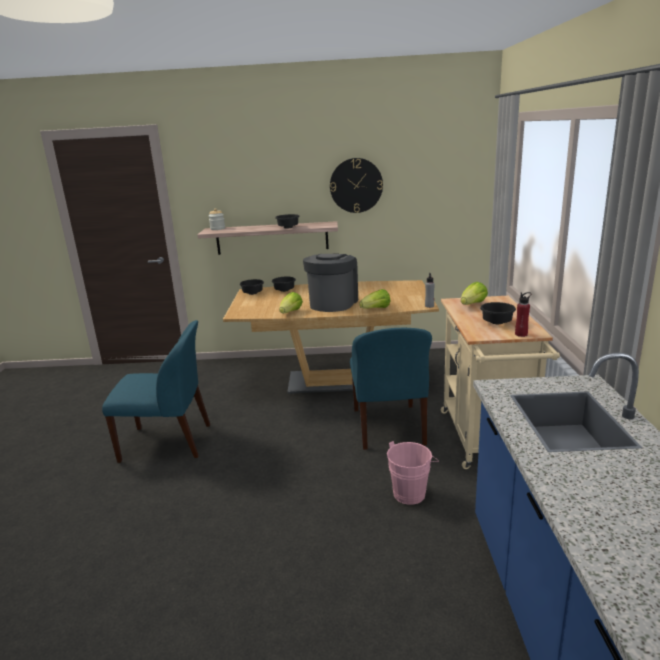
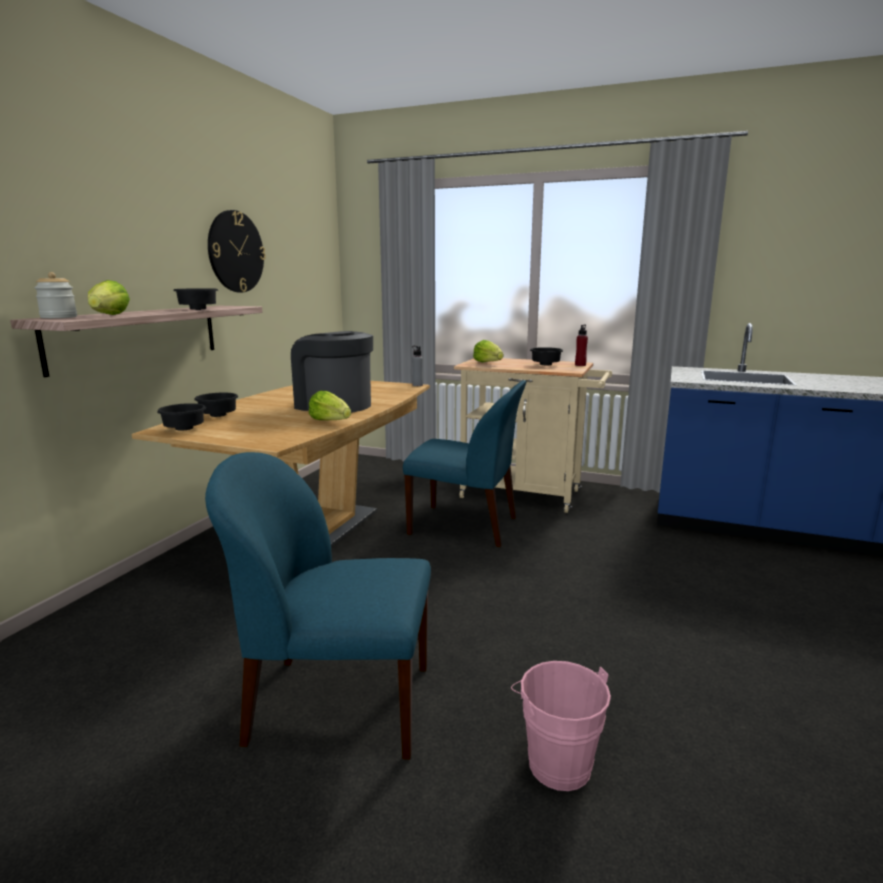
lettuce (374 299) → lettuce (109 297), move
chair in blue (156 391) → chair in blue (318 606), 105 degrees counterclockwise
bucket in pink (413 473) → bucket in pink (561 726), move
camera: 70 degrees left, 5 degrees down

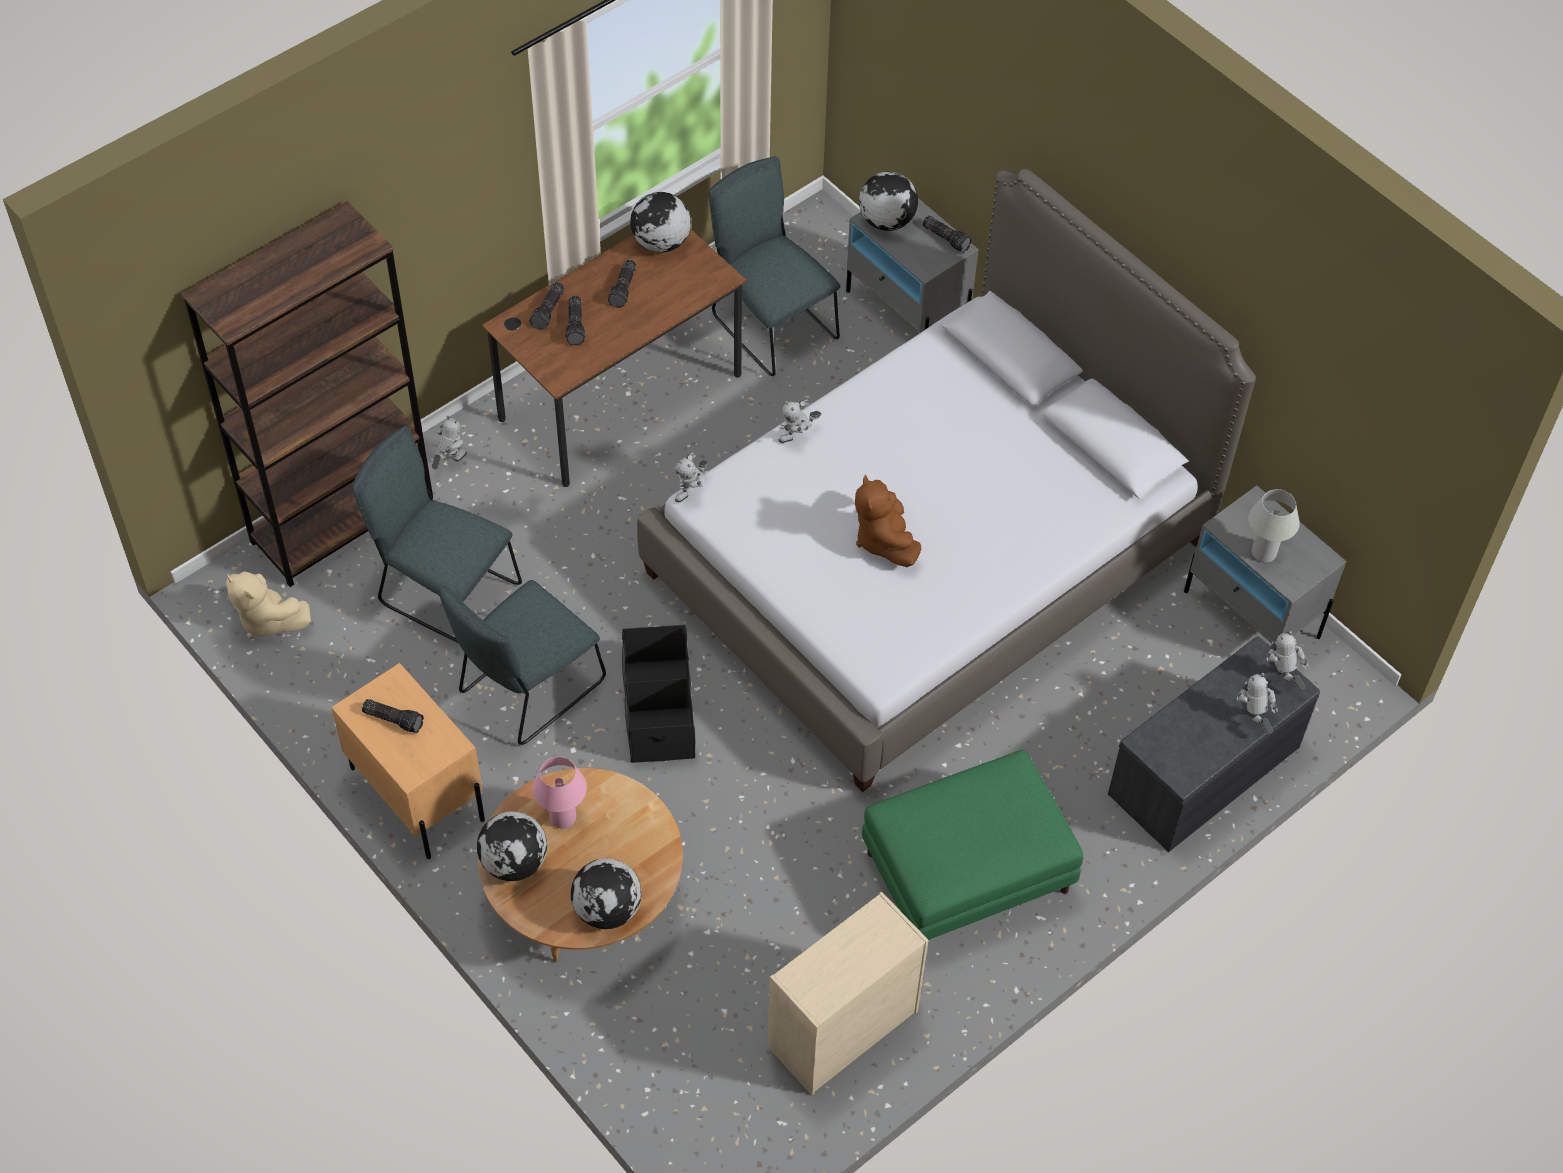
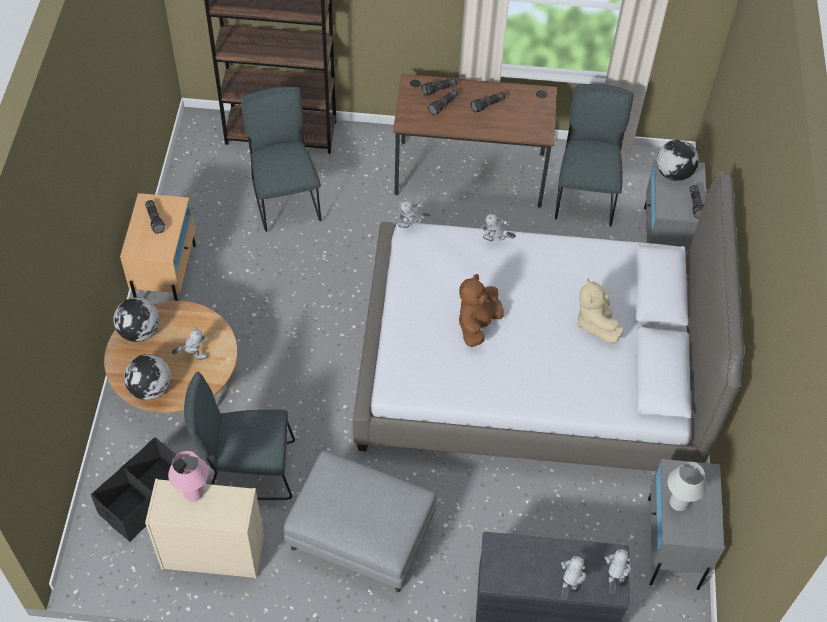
globe (660 222) → -
toy robot (449 442) → toy robot (190 343), move
plush toy in beige (268 605) → plush toy in beige (599 310), move
chair in grey (522 662) → chair in grey (239 436), move
storage box in black (658 694) → storage box in black (139 489), move
ottoman in green (972 845) → ottoman in grey (360 521)
table lamp in pink (559 792) → table lamp in pink (188 476), move
camera: 45 degrees right, 0 degrees up

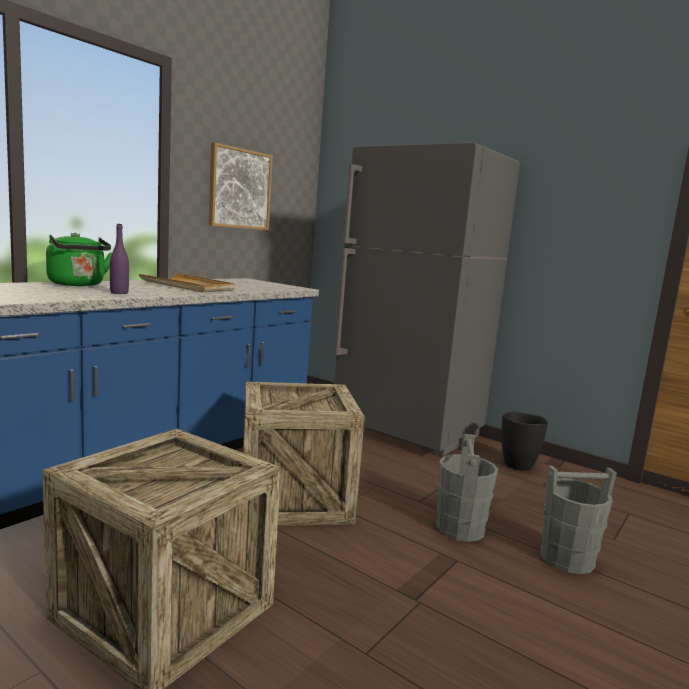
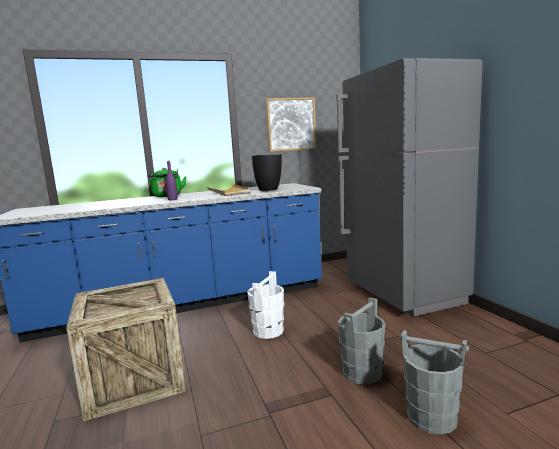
crate (304 453) → bucket in white (265 305)
vase in black (524 441) → vase in black (267 172), move
camera: 35 degrees right, 0 degrees up

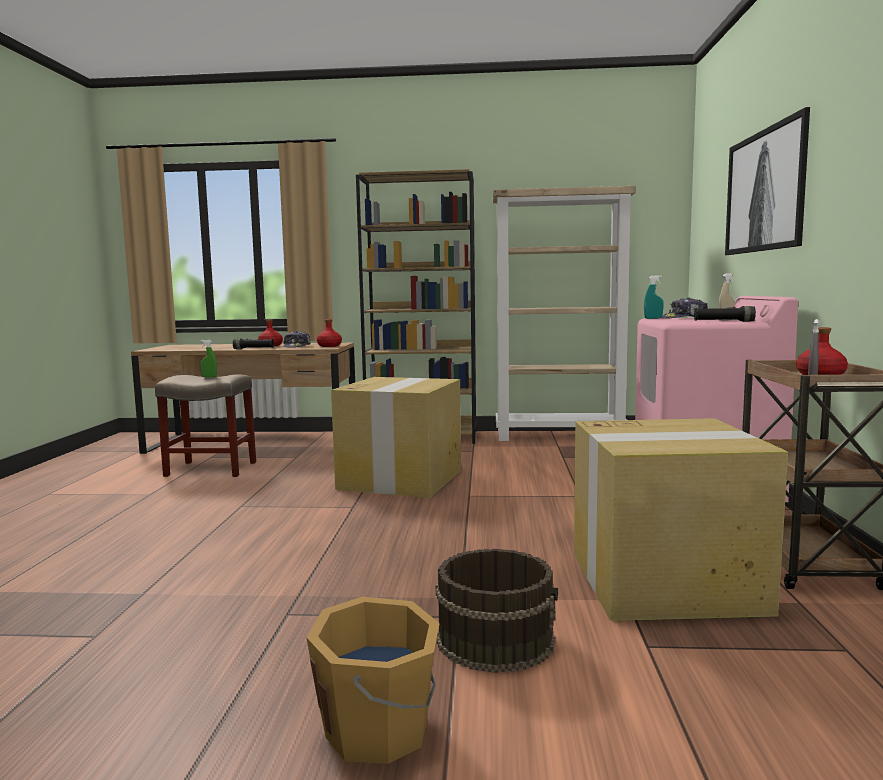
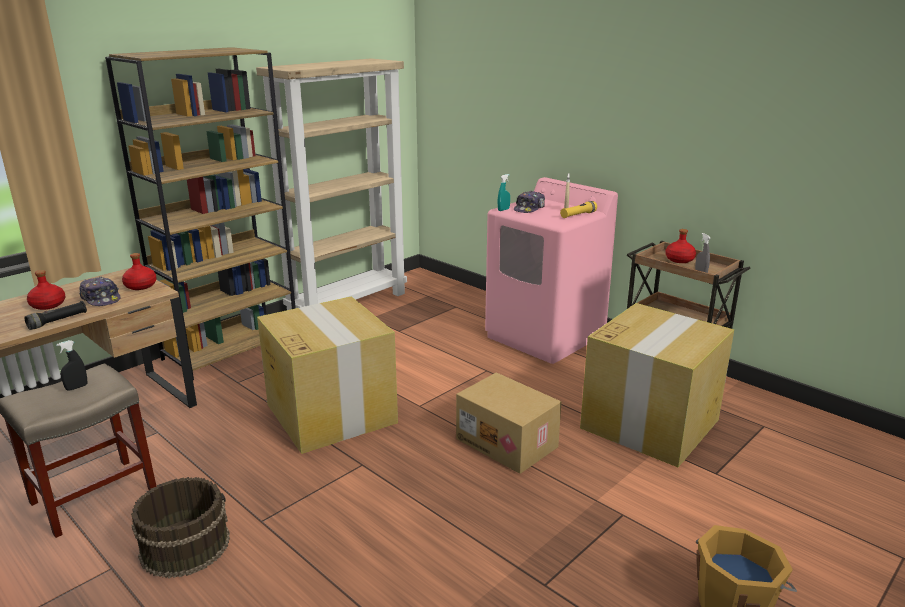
picture (767 181) → -
flashlight in black (725 314) → flashlight in yellow (578 209)
spray bottle in green (209 358) → spray bottle in black (71 365)
bucket in brown (496 611) → bucket in brown (180 528), move
- → cardboard box (508 423)
camera: 50 degrees left, 15 degrees up

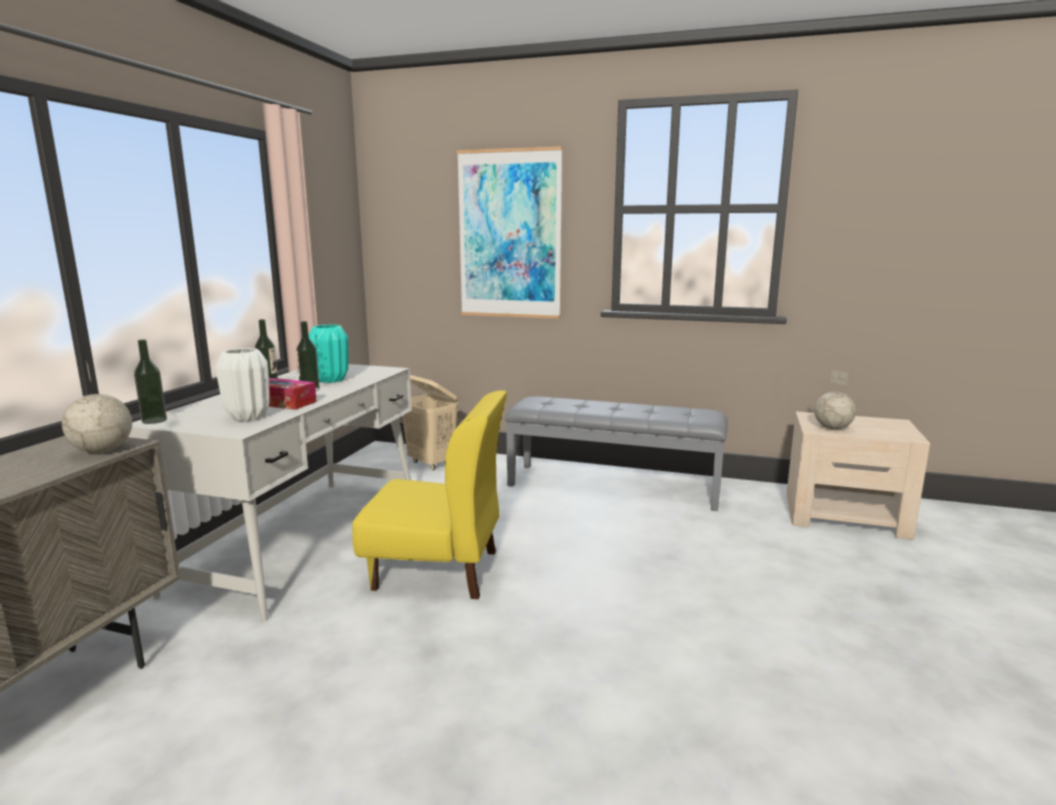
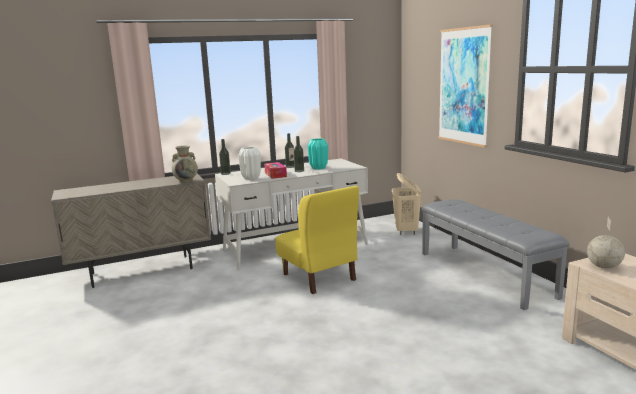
globe (97 407) → vase in beige (185 164)
camera: 50 degrees right, 0 degrees up

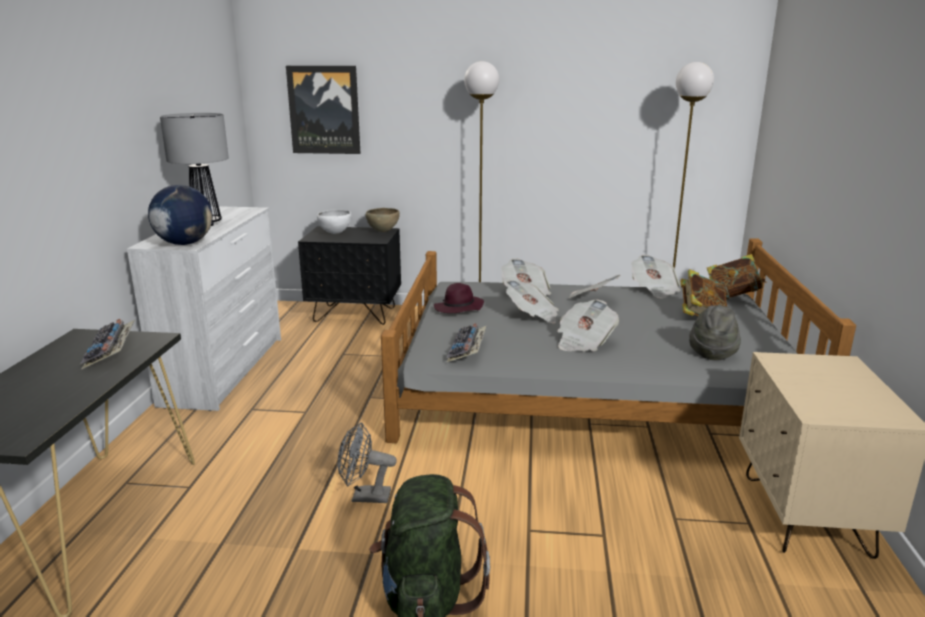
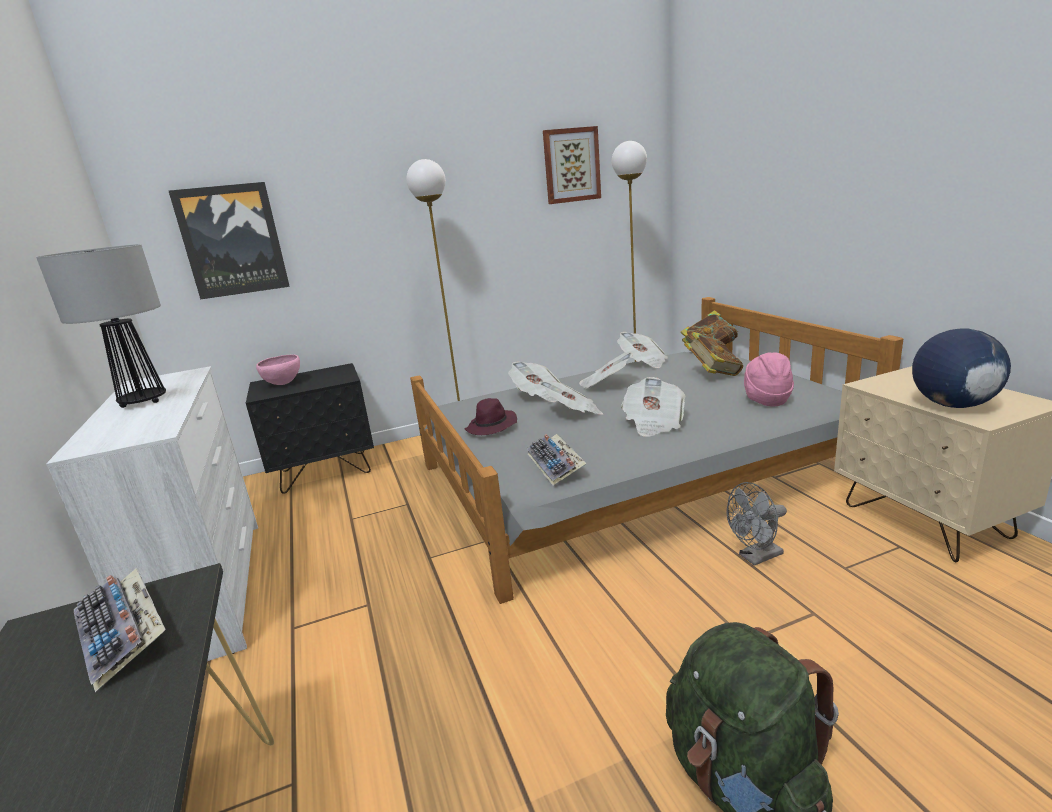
globe (180 215) → globe (961 368), move
bowl in brown (383 220) → -
bowl in white (334 222) → bowl in pink (278 369)
hat in grey (715 333) → hat in pink (769 379)
fan in grey (367 462) → fan in grey (757 524), move
- → picture (572 165)
camera: 25 degrees left, 0 degrees up

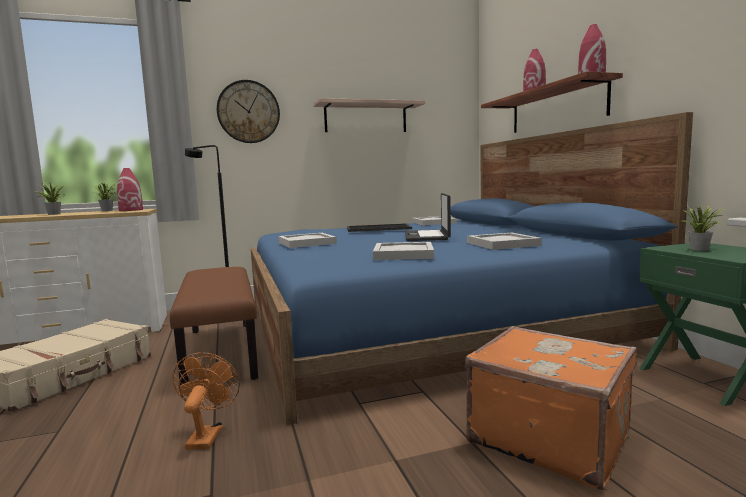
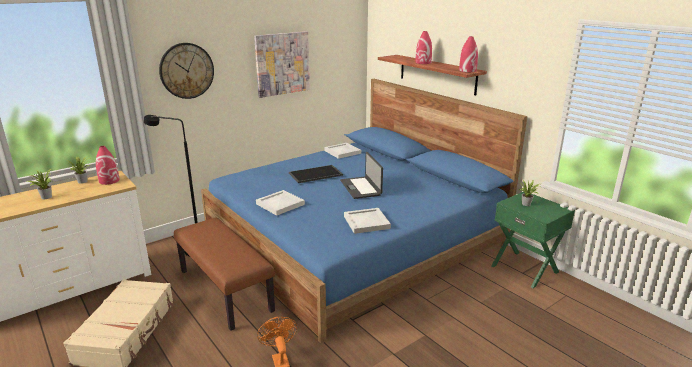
shelf (369 115) → picture (282 64)
tray in white (504 241) → -
suitcase in orange (551 408) → -
camera: 20 degrees left, 15 degrees up

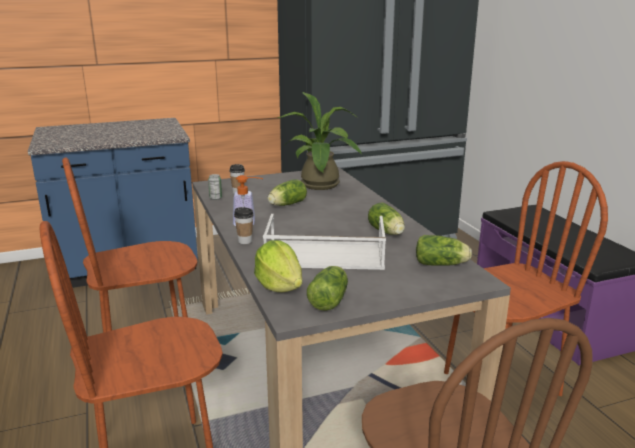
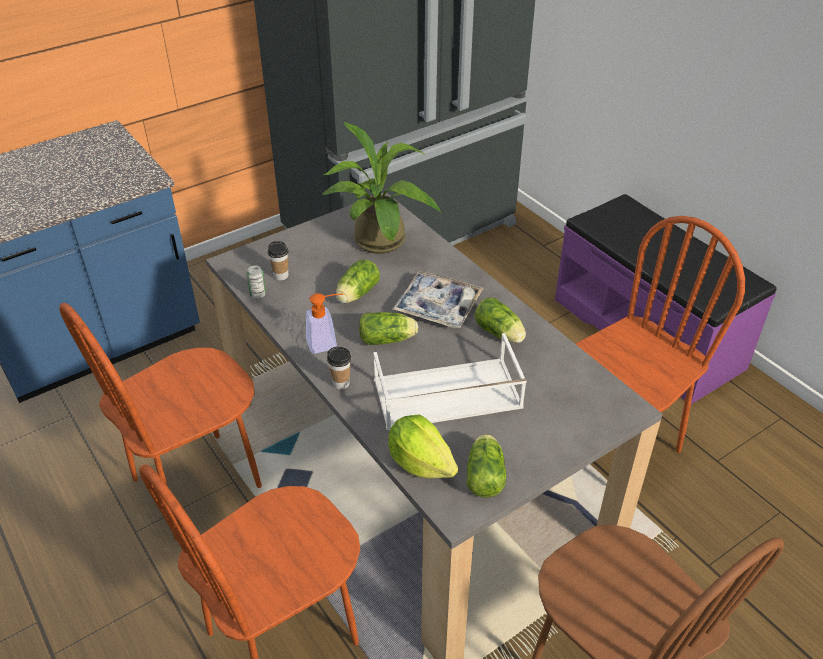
lettuce (444 250) → lettuce (388 328), move
- → tray (438 299)
camera: 15 degrees left, 20 degrees up

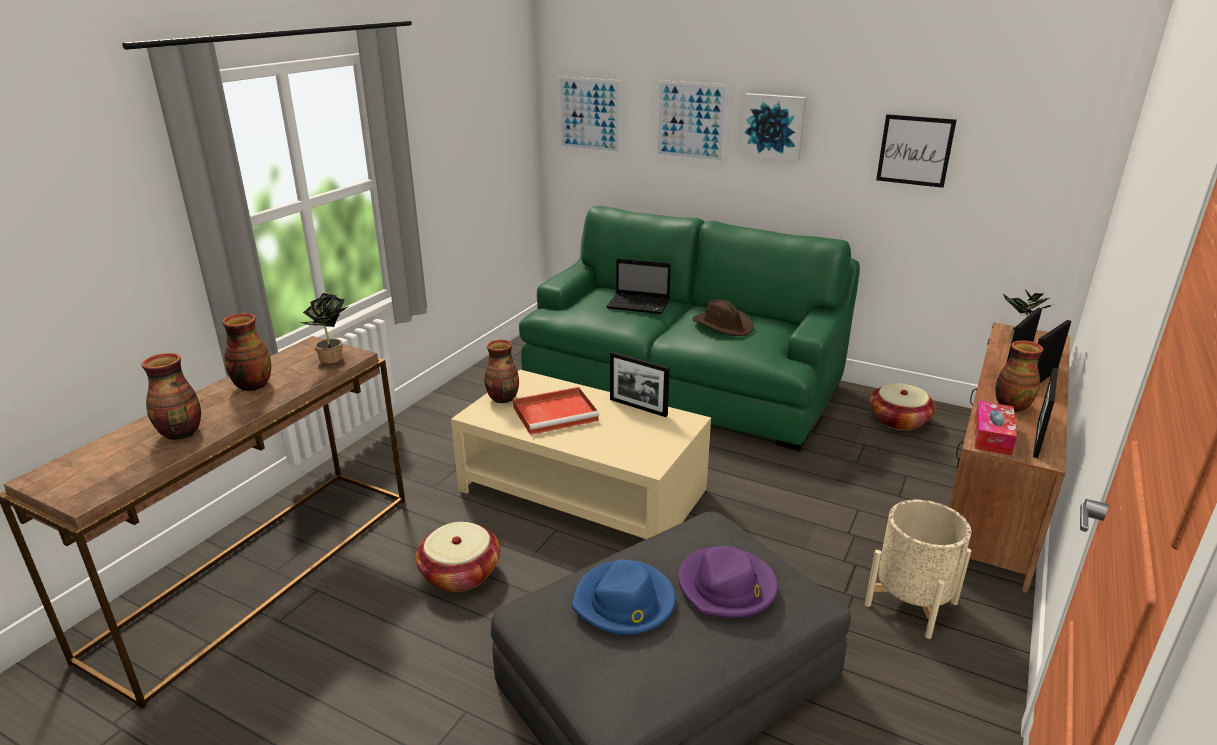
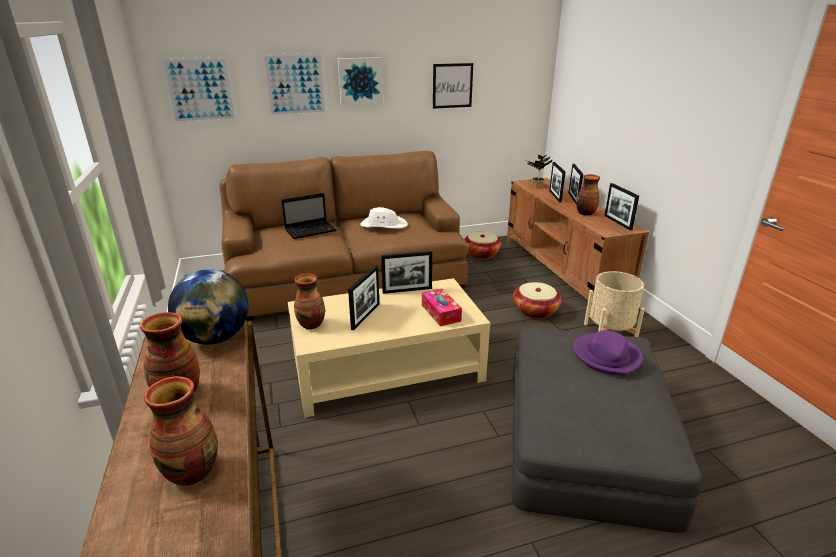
sofa in green (689 328) → sofa in brown (343 236)
potted plant (324 328) → globe (208 307)
hat in brown (723 317) → hat in white (384 218)
tray in red (556 411) → picture frame (363 298)
tissue box (995 428) → tissue box (442 307), move
basket (458 557) → basket (537 300), move
hat in blue (624 597) → -
camera: 45 degrees left, 0 degrees up

